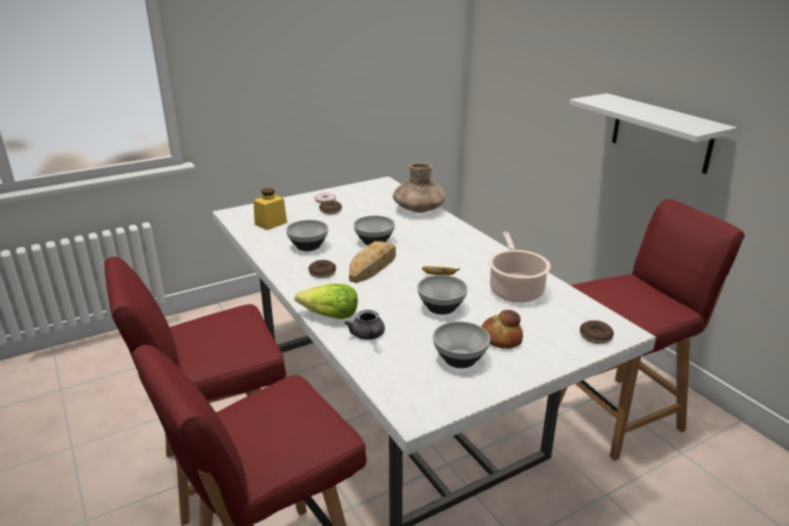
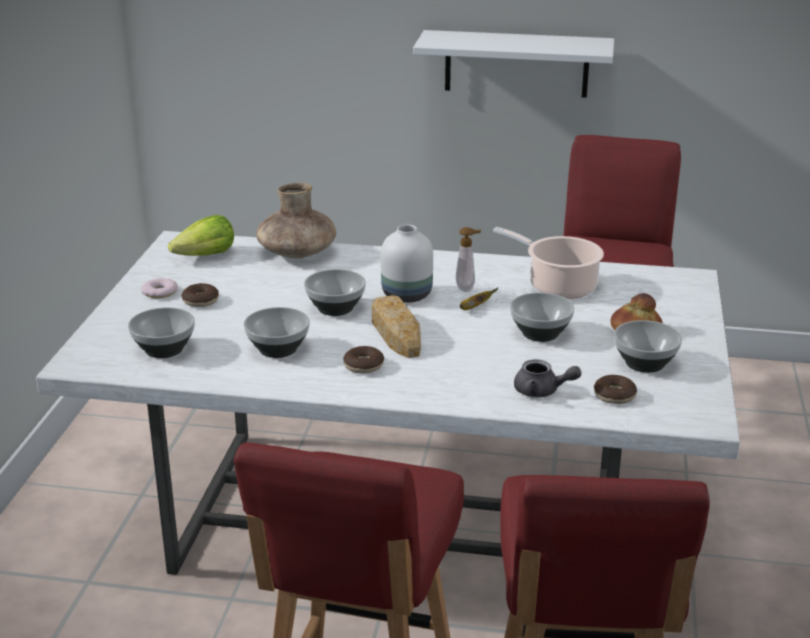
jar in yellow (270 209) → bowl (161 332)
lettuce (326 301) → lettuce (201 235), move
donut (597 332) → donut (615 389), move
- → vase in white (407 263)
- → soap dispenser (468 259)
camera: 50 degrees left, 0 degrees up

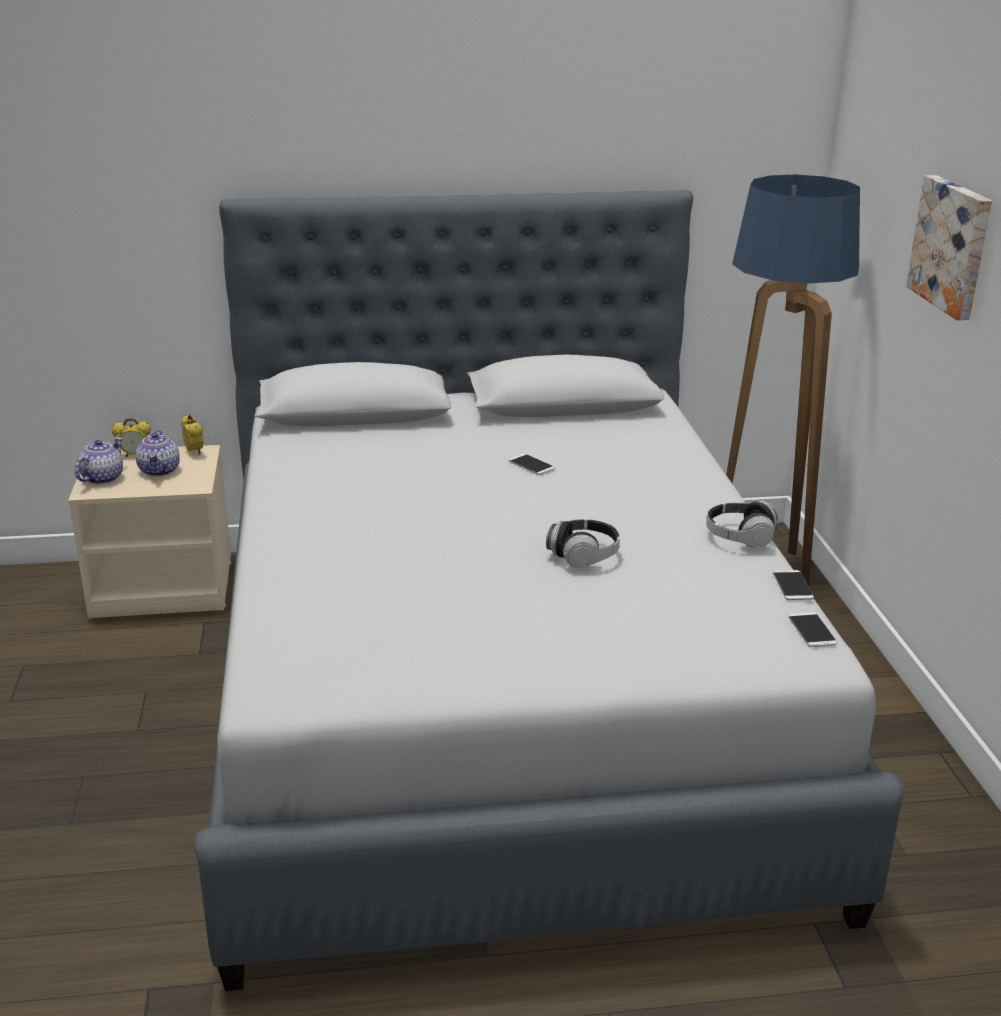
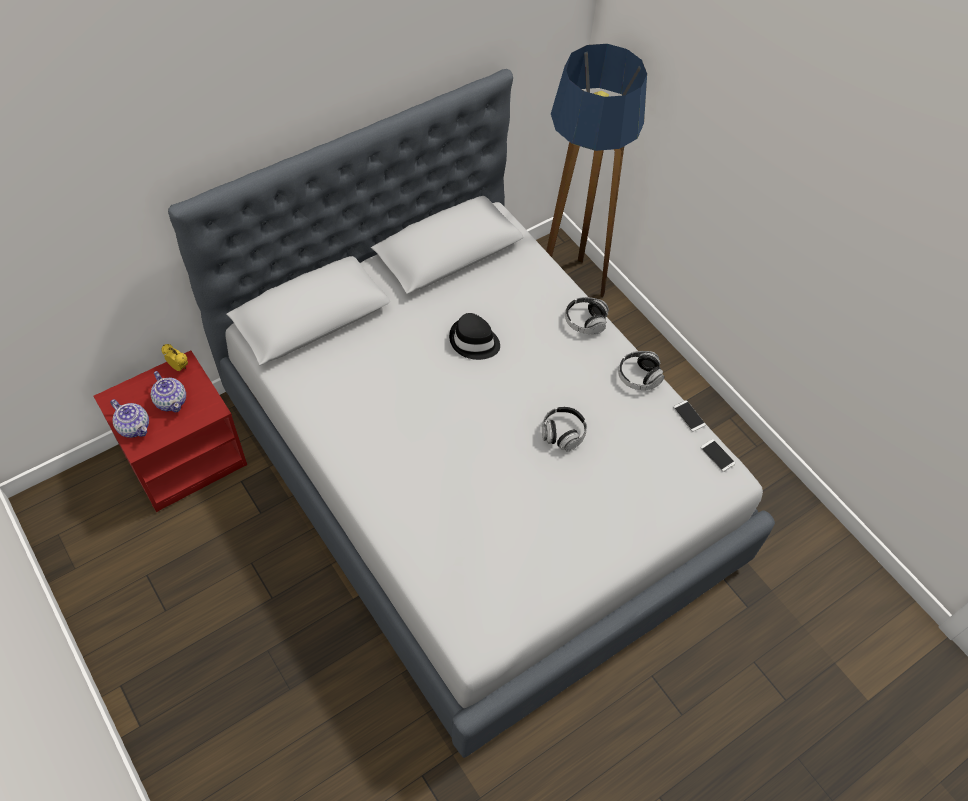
picture (949 247) → -
alarm clock (131 437) → -
teapot (99 461) → teapot (129 418), 135 degrees clockwise
nightstand in beige (149 532) → nightstand in red (170 431)
phone (532 464) → hat in black (474 336)
- → headphones (587 316)
camera: 30 degrees left, 30 degrees up

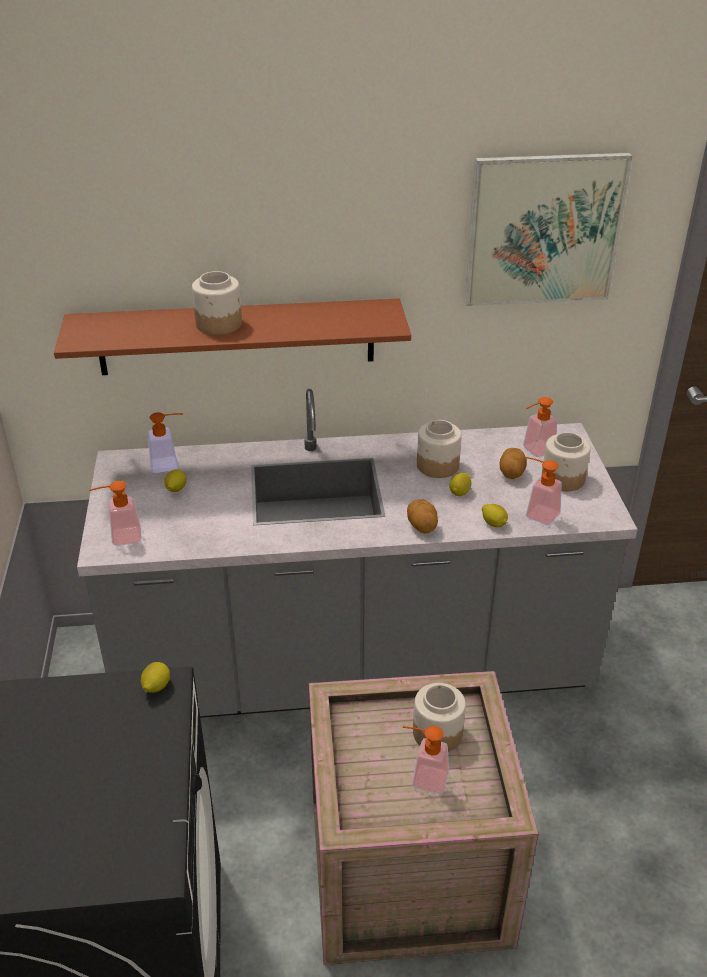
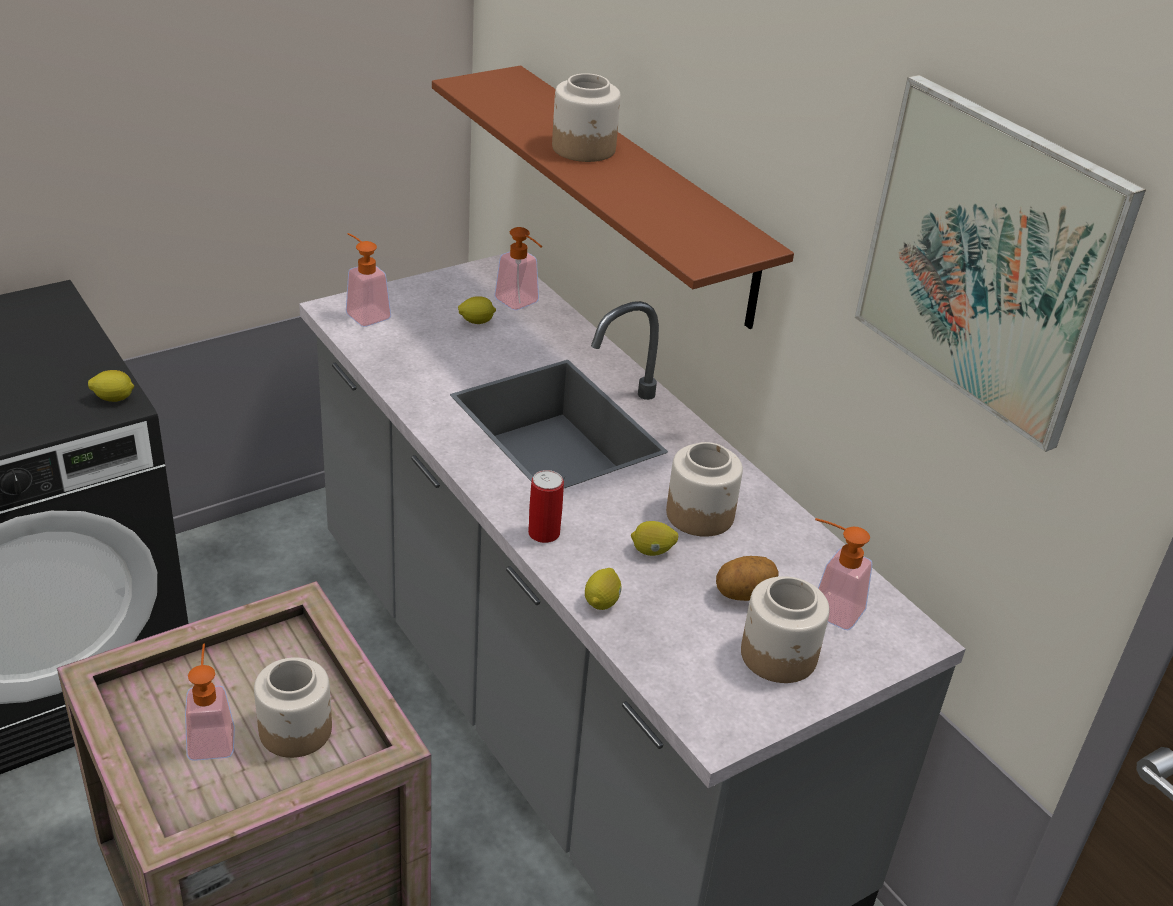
soap dispenser (543 491) → -
potato (422 516) → can (546 506)
camera: 60 degrees right, 0 degrees up

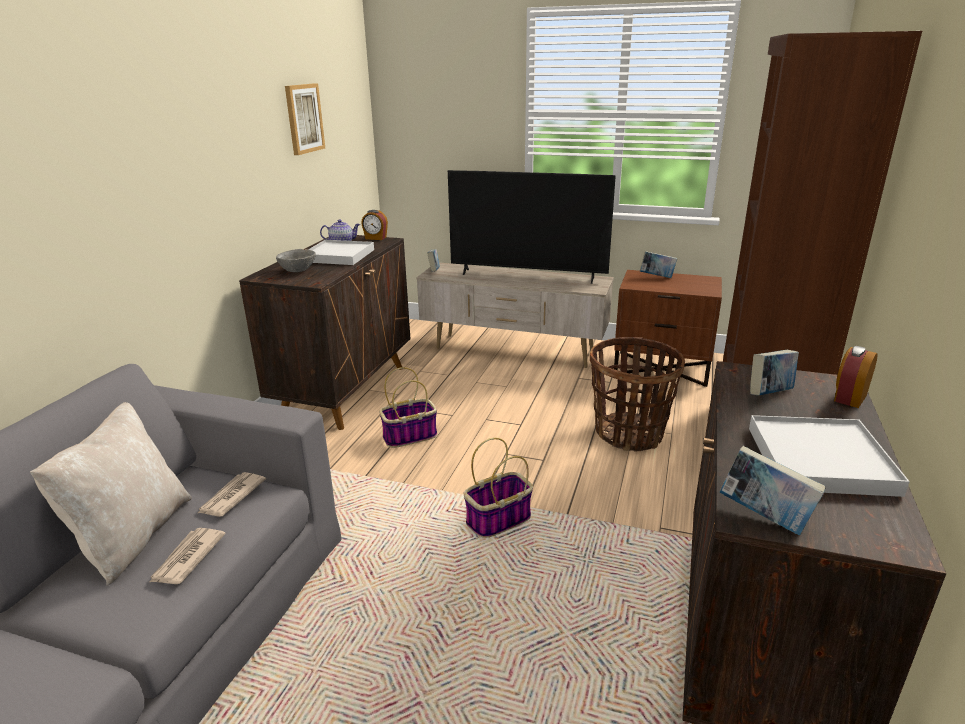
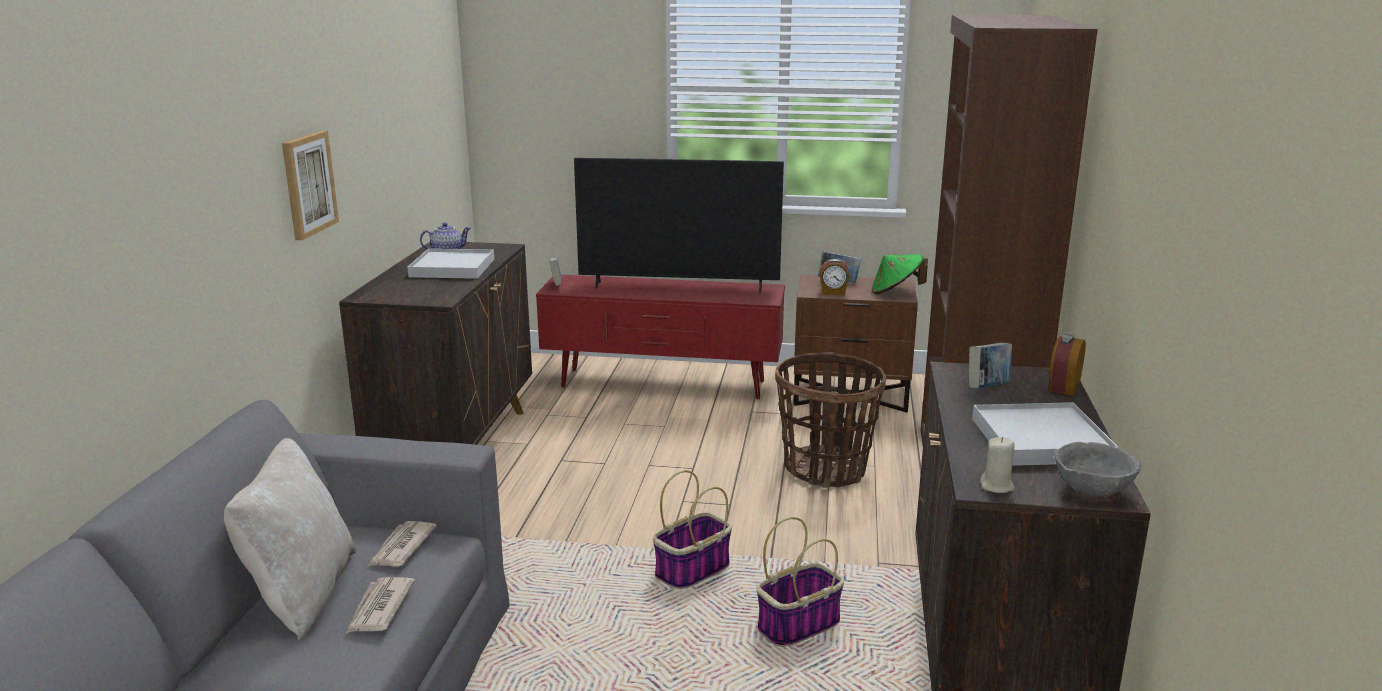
picture (305 119) → picture (310 185), move
alarm clock (374 225) → alarm clock (834 277), move
bowl in grey (296 260) → bowl in grey (1098 469), move
tv stand in beige (515 315) → tv stand in red (660 337)
basket (408 407) → basket (800 582), move
book (773 490) → candle in beige (997 465)
- → hat in green (900 274)
camera: 10 degrees left, 5 degrees down

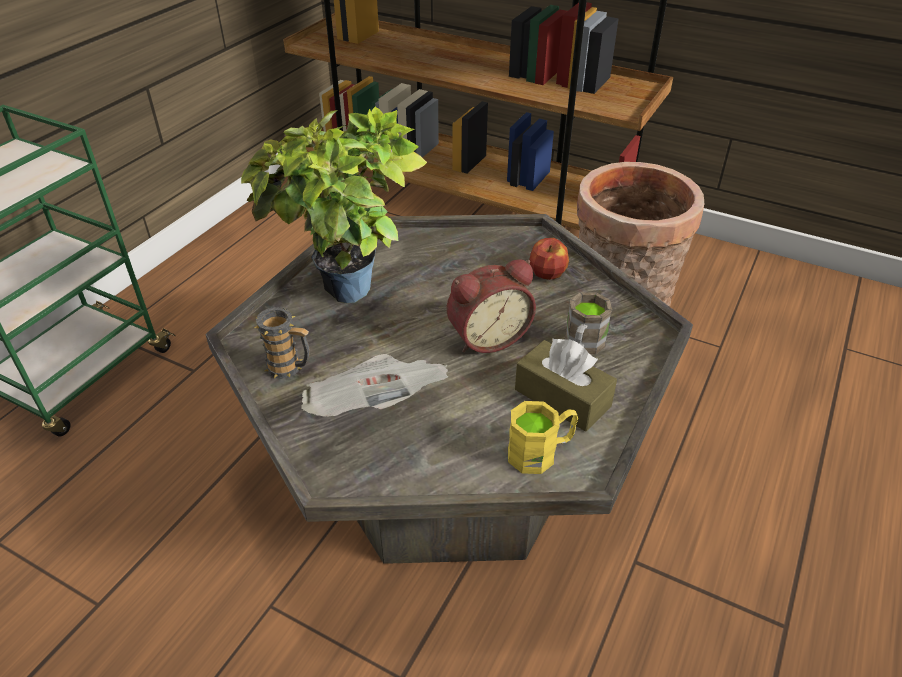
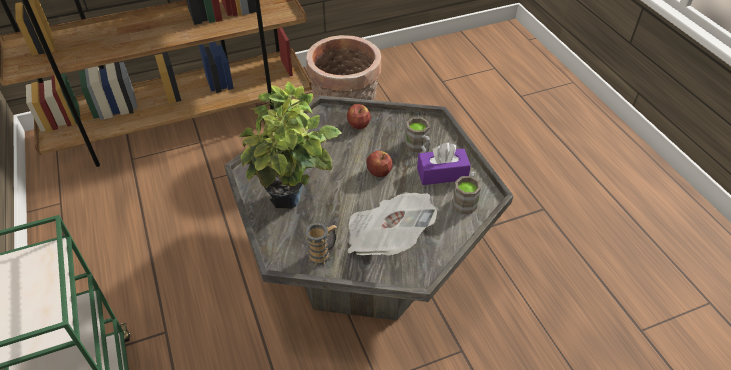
alarm clock (491 306) → apple (379 164)
tissue box in brown (566 385) → tissue box in purple (444 164)
mug in yellow (543 437) → mug in brown (466 192)
camera: 50 degrees left, 5 degrees up

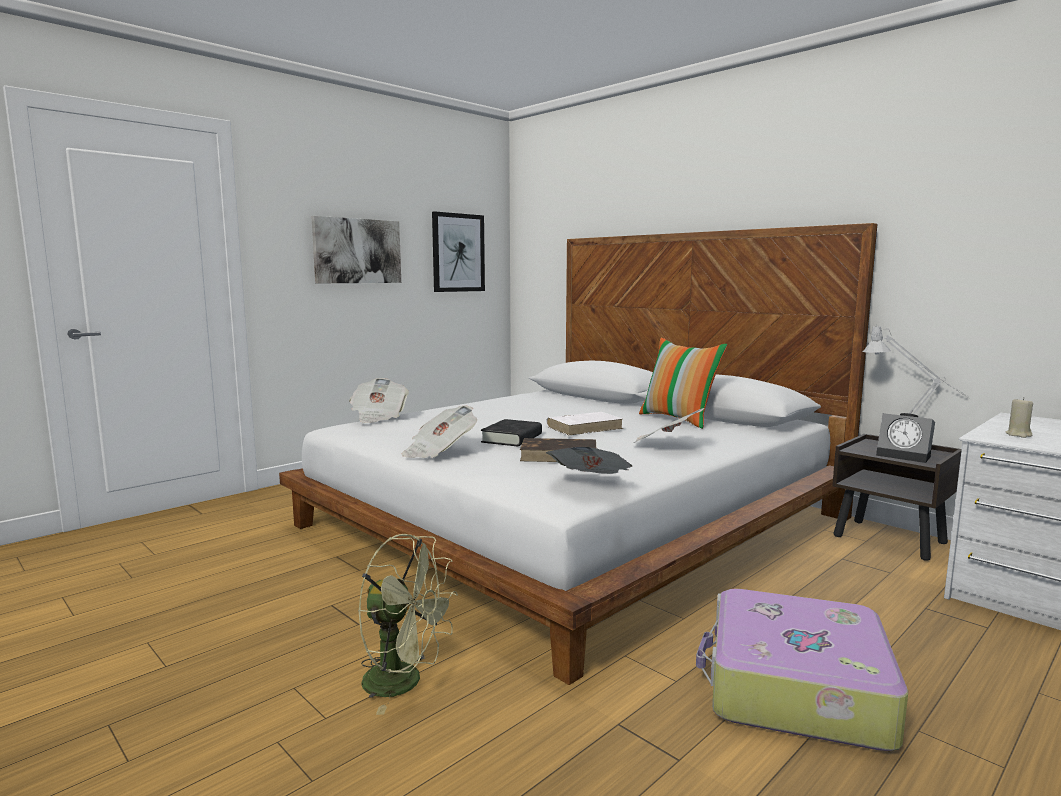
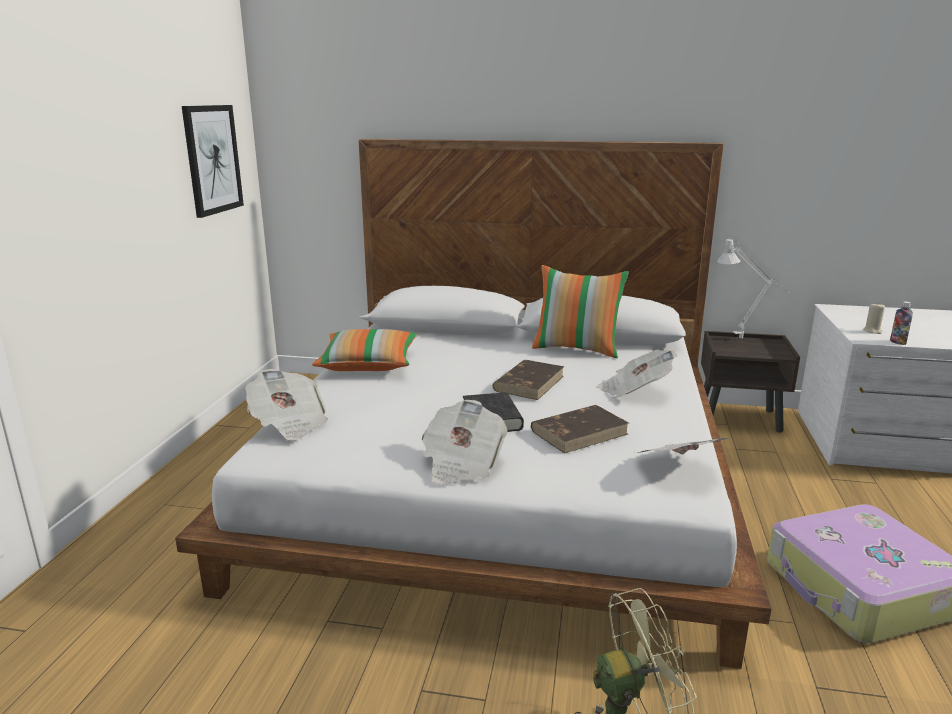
picture (356 249) → -
book in white (584 424) → book in brown (528 380)
alarm clock (905 438) → -
- → bottle (901 323)
- → pillow (364 350)
camera: 35 degrees left, 10 degrees up

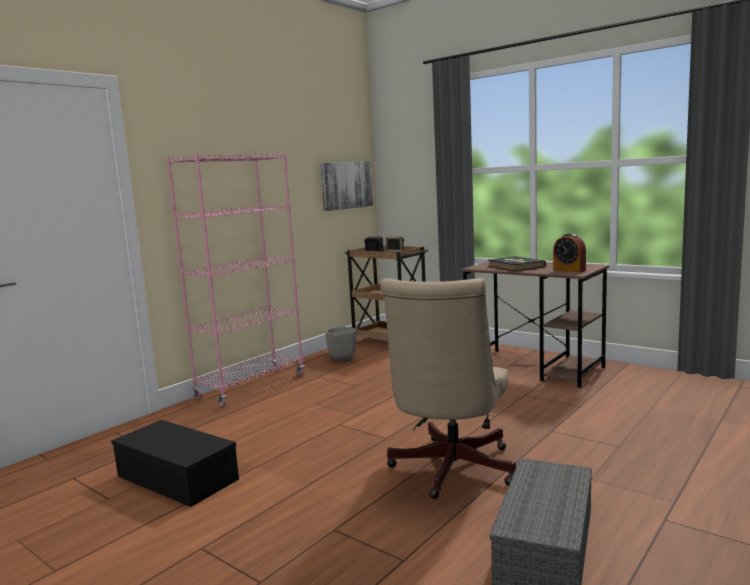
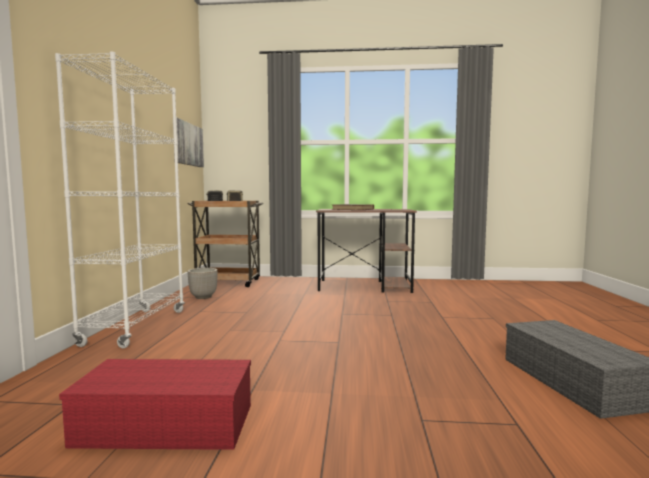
bookcase in pink (235 280) → bookcase in white (120 199)
alarm clock (569 253) → -
office chair in beige (448 388) → -
storage box in black (175 463) → storage box in red (155 404)
camera: 35 degrees left, 5 degrees down

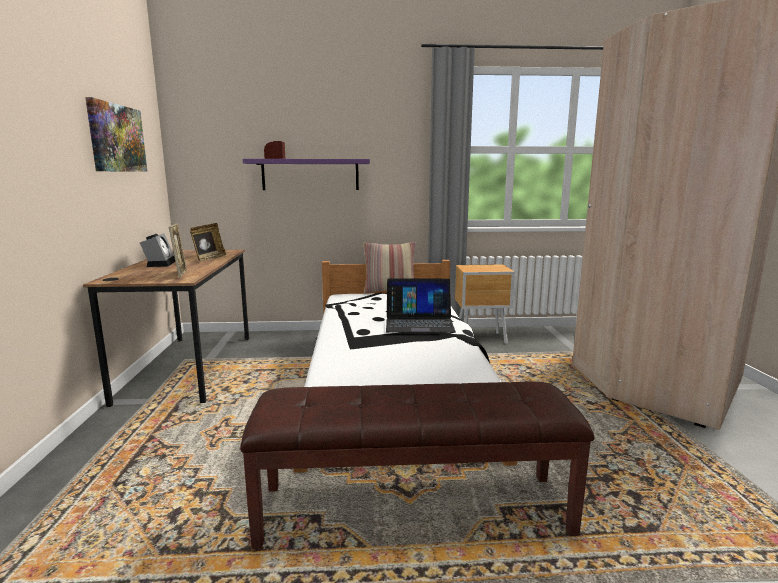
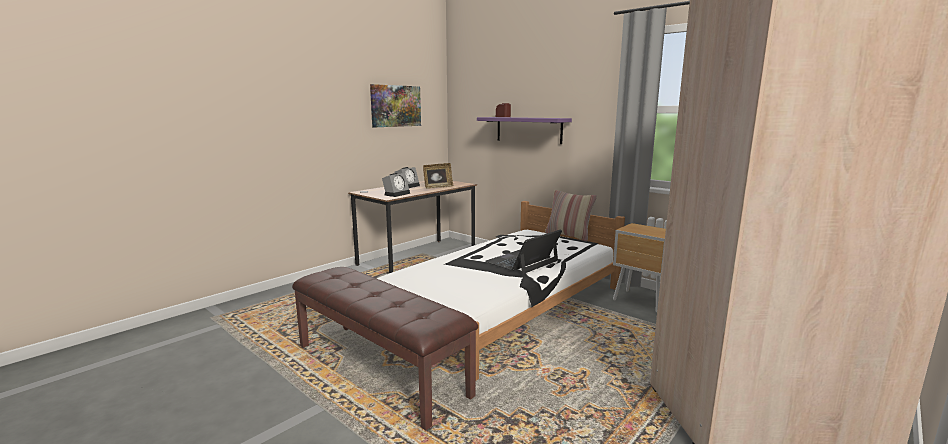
picture frame (178 250) → alarm clock (396 185)
laptop (421 305) → laptop (523 251), 90 degrees clockwise
camera: 45 degrees right, 0 degrees up

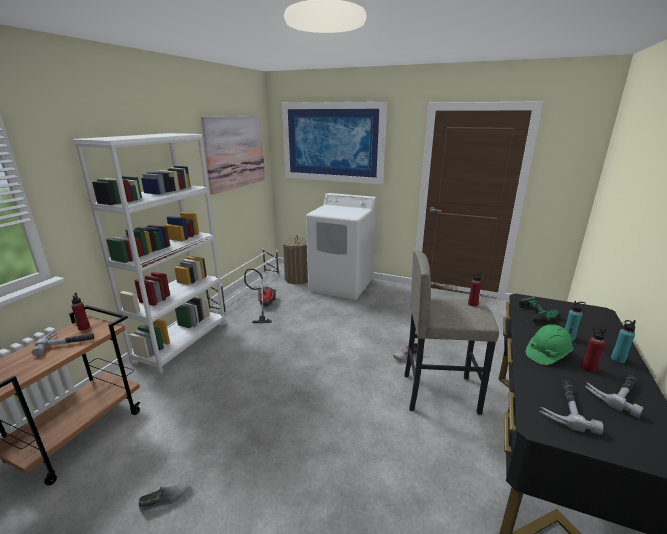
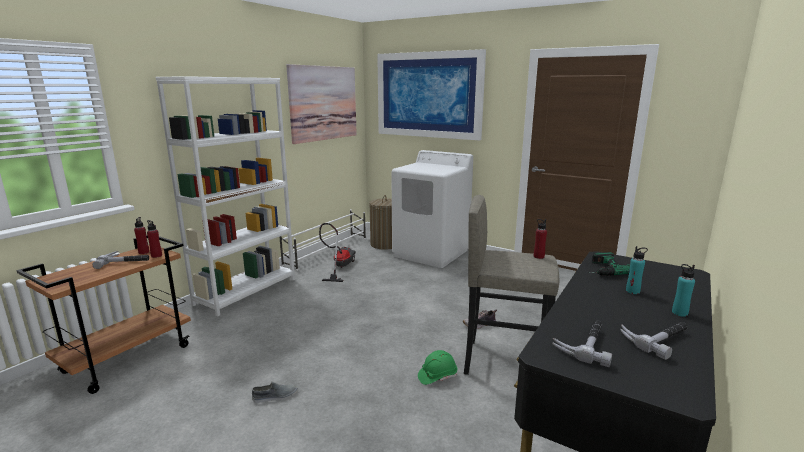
hard hat in green (549 344) → hard hat in green (437 367), move
bottle in red (593 350) → bottle in red (154 239), move
shoe in grey (165 498) → shoe in grey (275 392), move
camera: 10 degrees right, 5 degrees down

